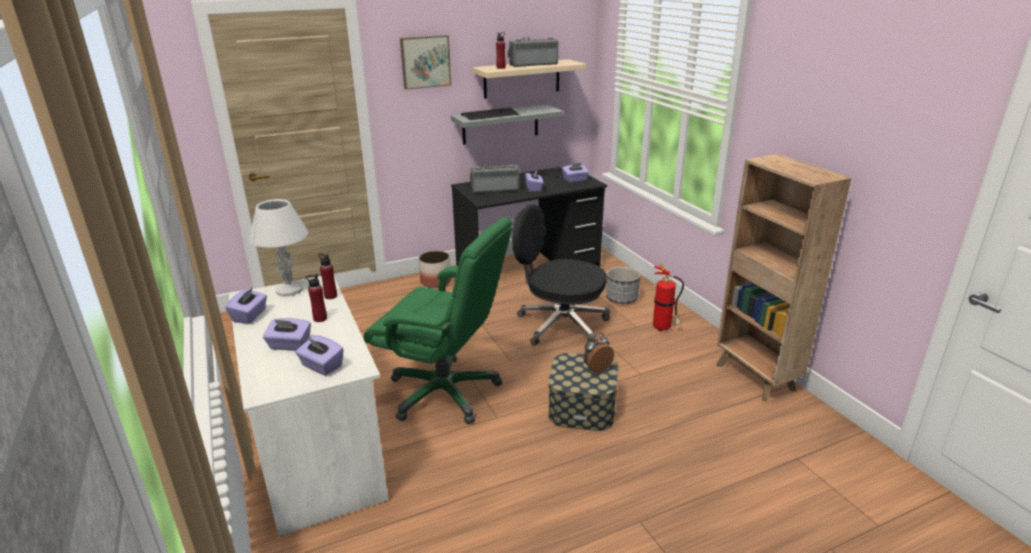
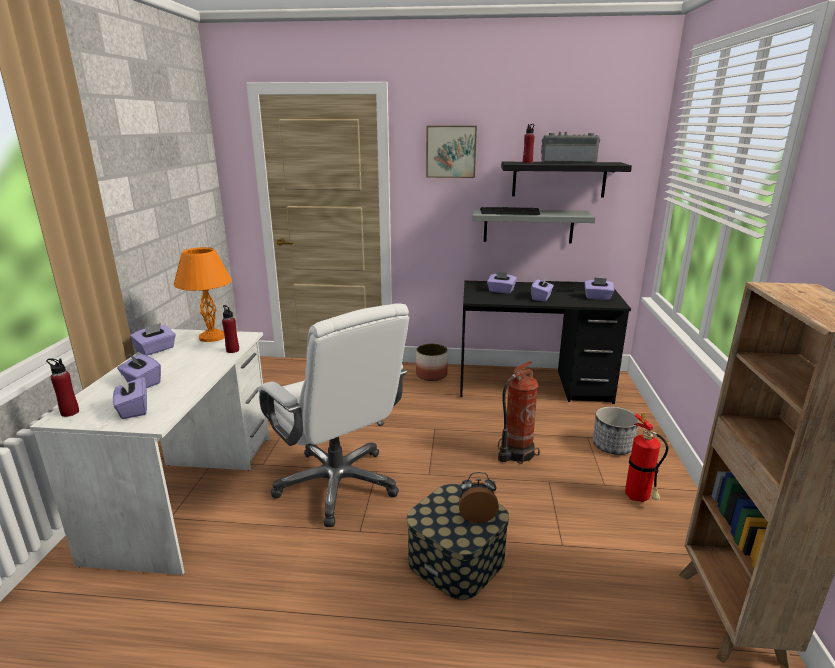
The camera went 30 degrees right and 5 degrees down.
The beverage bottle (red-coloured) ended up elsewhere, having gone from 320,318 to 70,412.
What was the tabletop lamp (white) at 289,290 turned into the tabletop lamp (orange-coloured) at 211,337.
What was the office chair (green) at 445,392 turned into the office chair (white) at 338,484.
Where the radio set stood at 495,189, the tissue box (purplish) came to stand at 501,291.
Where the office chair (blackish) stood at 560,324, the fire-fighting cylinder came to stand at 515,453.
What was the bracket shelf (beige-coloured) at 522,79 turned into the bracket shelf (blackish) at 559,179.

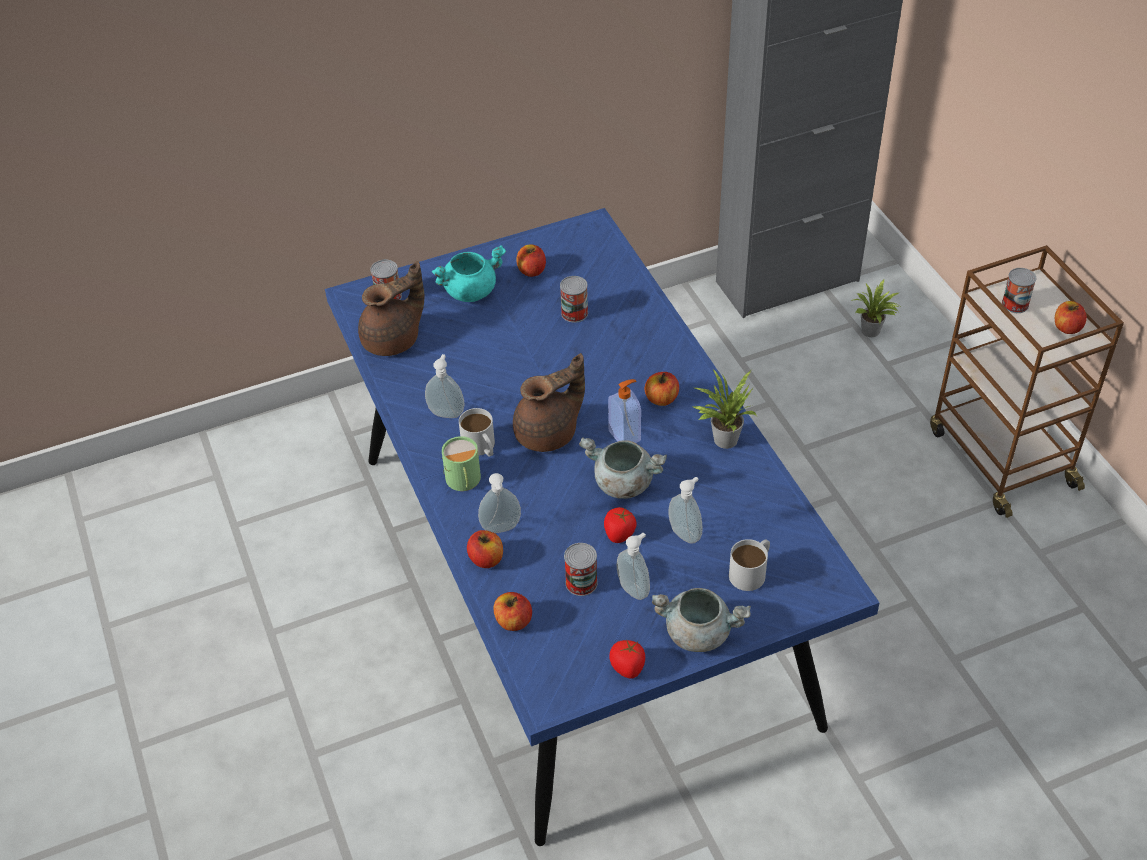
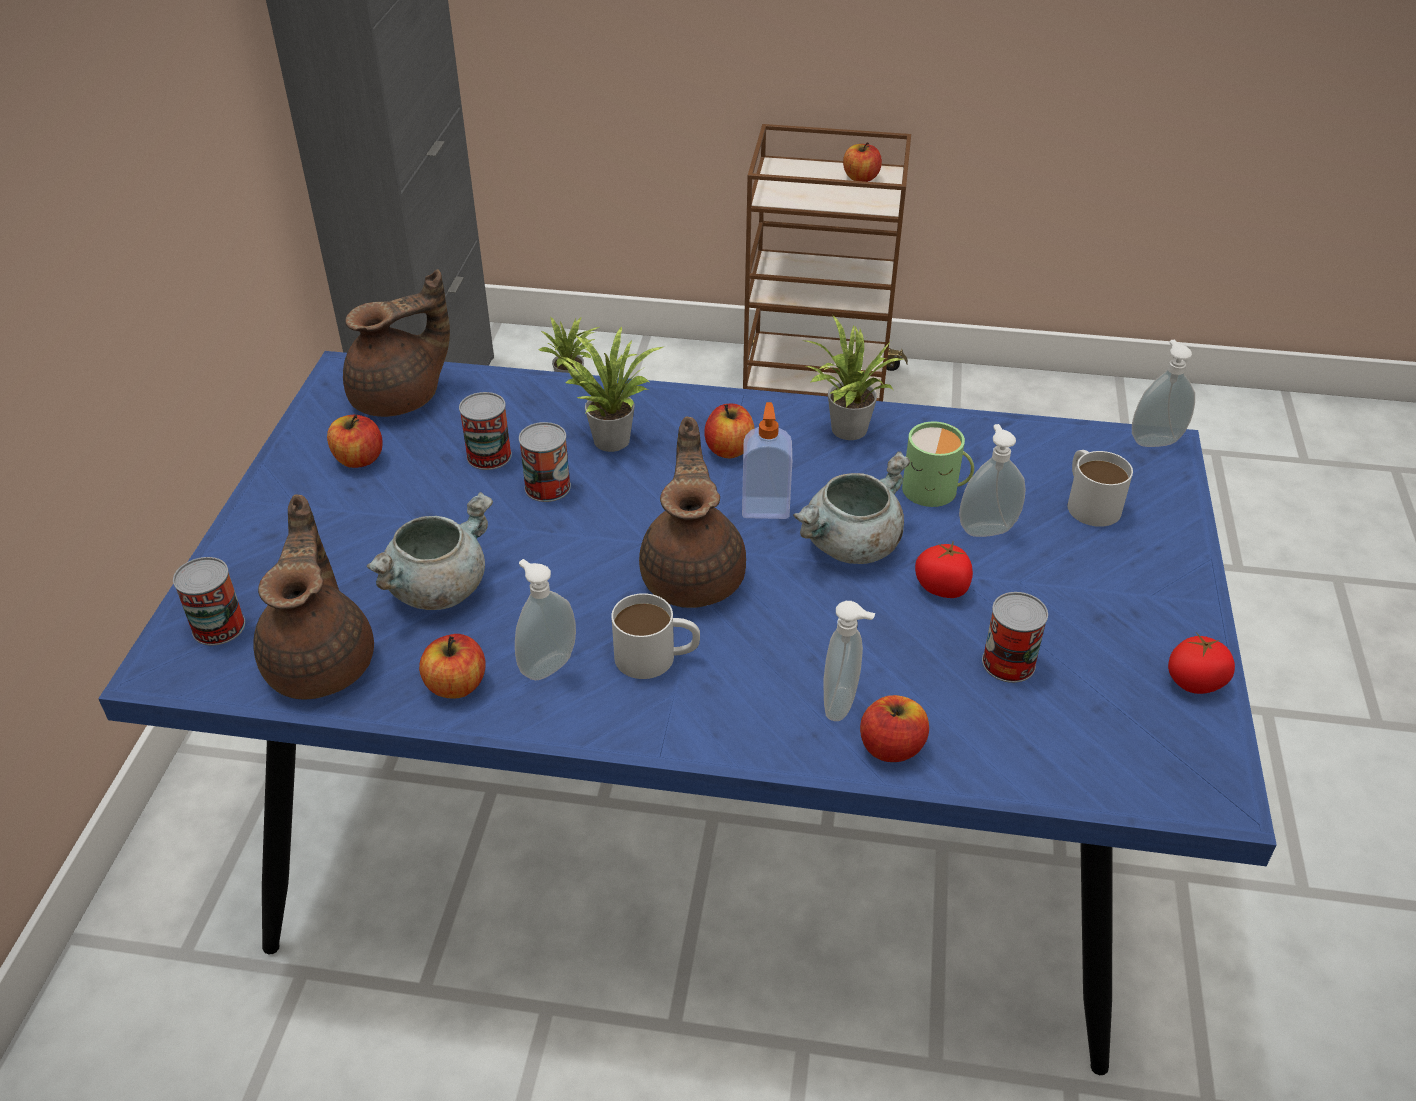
The camera went 60 degrees left and 5 degrees down.
The second view gained the teapot (brown-coloured) at 401,398.
The cooking pot (greyish) ended up elsewhere, having gone from 699,632 to 438,587.
The whole apple ended up elsewhere, having gone from 513,621 to 456,685.
The sealed can ended up elsewhere, having gone from 1015,304 to 547,487.
The second view gained the houseplant at 610,437.
The coffee mug (green) ended up elsewhere, having gone from 463,481 to 935,491.
The soap bottle ended up elsewhere, having gone from 634,589 to 1154,440.
The second view lost the cooking pot (turquoise) at 470,290.

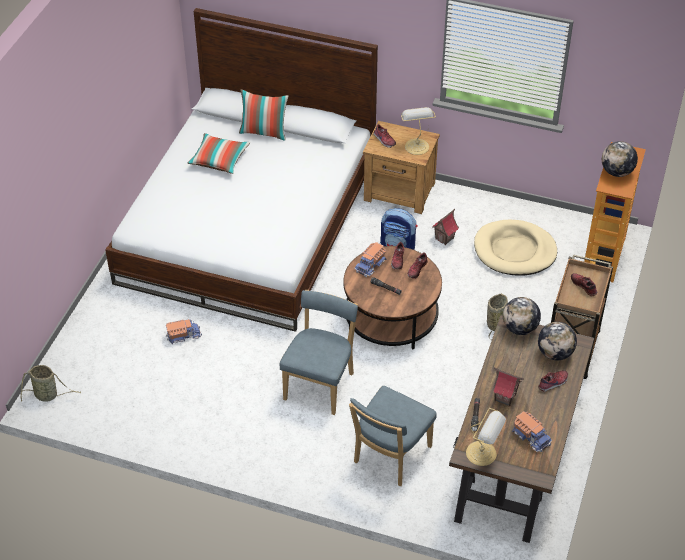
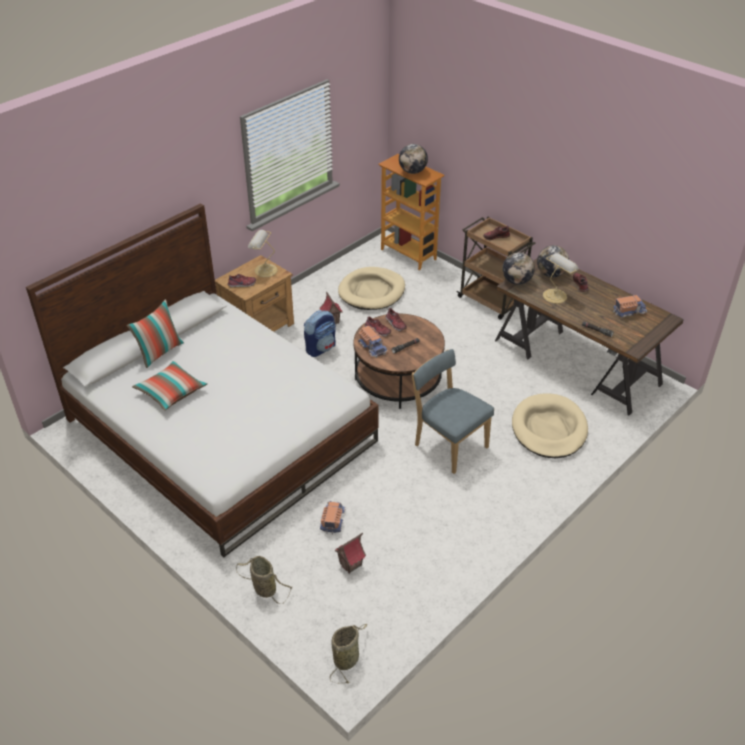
The camera went 65 degrees left and 5 degrees down.
The storage basket ended up elsewhere, having gone from 496,323 to 263,588.
The toy house ended up elsewhere, having gone from 505,398 to 351,564.
Where the chair (blue-coloured) stood at 390,457, the dog cushion (beige-coloured) came to stand at 549,429.
The tabletop lamp ended up elsewhere, having gone from 483,454 to 555,295.

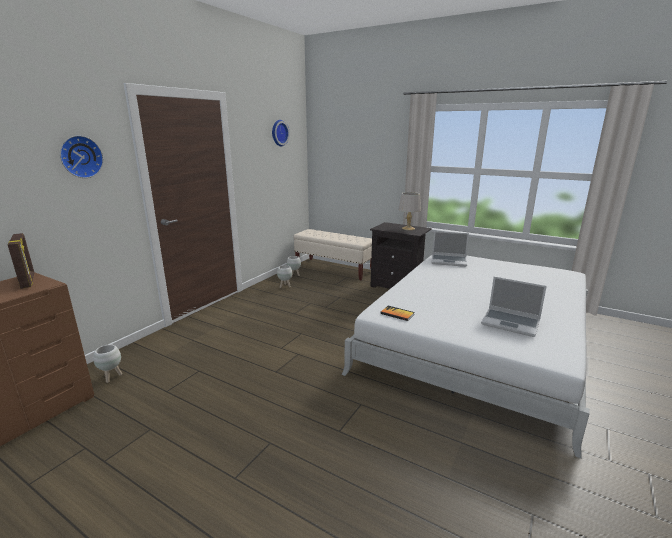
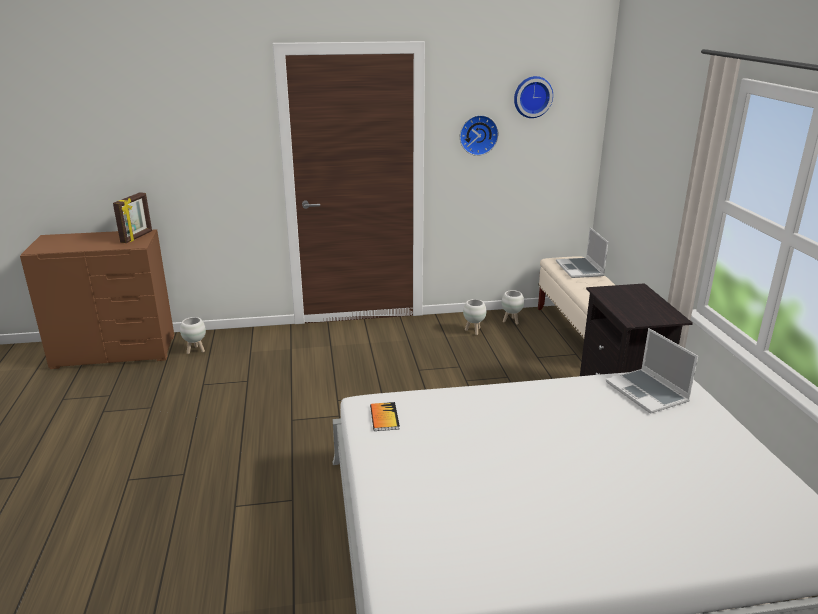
The camera went 50 degrees right and 5 degrees up.
The wall clock ended up elsewhere, having gone from 80,157 to 478,134.
The laptop ended up elsewhere, having gone from 511,323 to 580,269.
The second view lost the tabletop lamp (greyish) at 408,228.

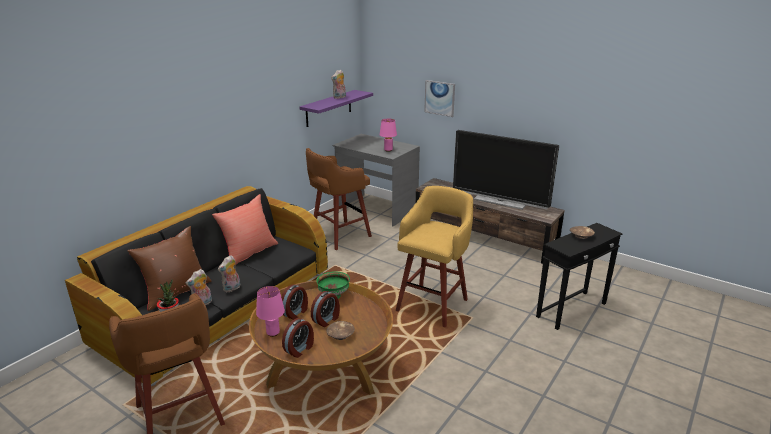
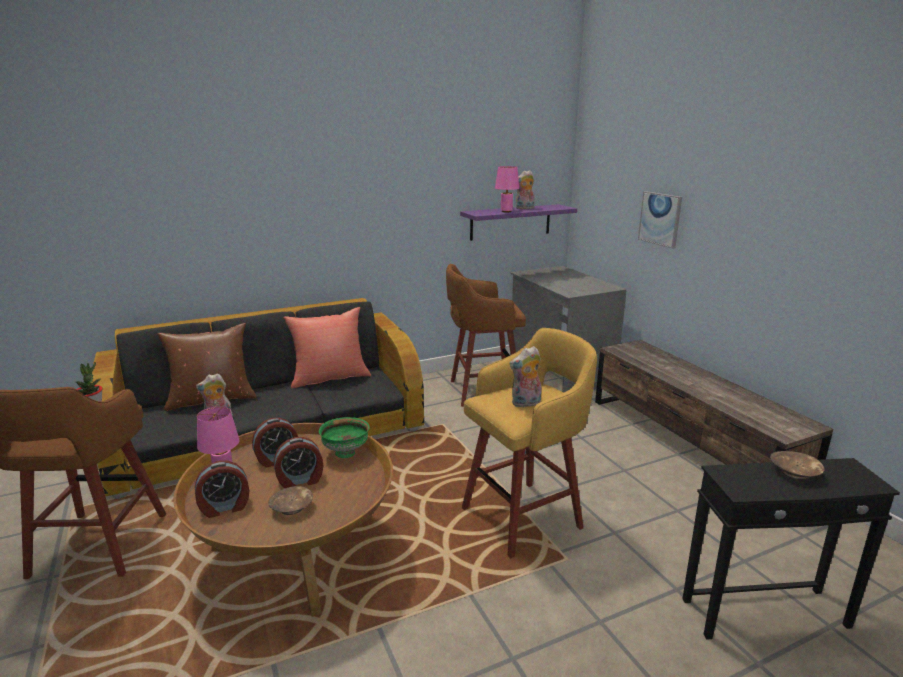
The camera went 30 degrees right and 5 degrees down.
The tabletop lamp (pinkish) ended up elsewhere, having gone from 388,150 to 506,211.
The plush toy ended up elsewhere, having gone from 232,289 to 526,404.
The second view lost the television at 500,201.

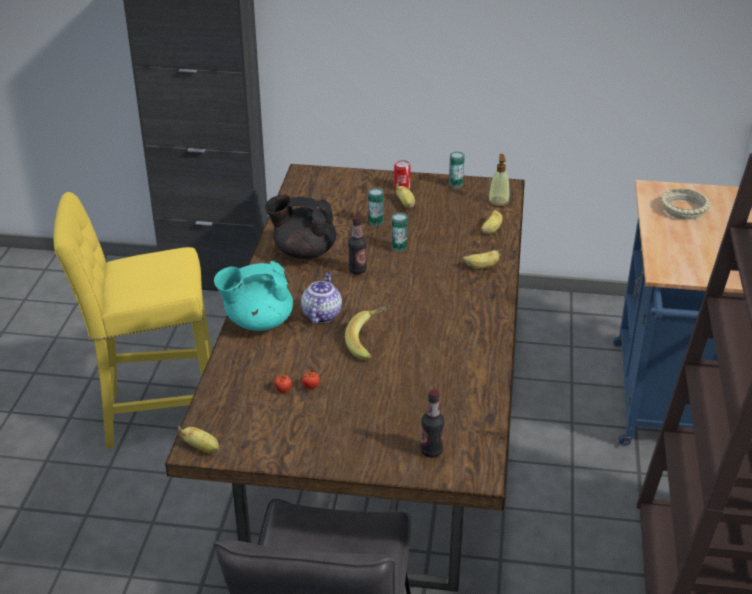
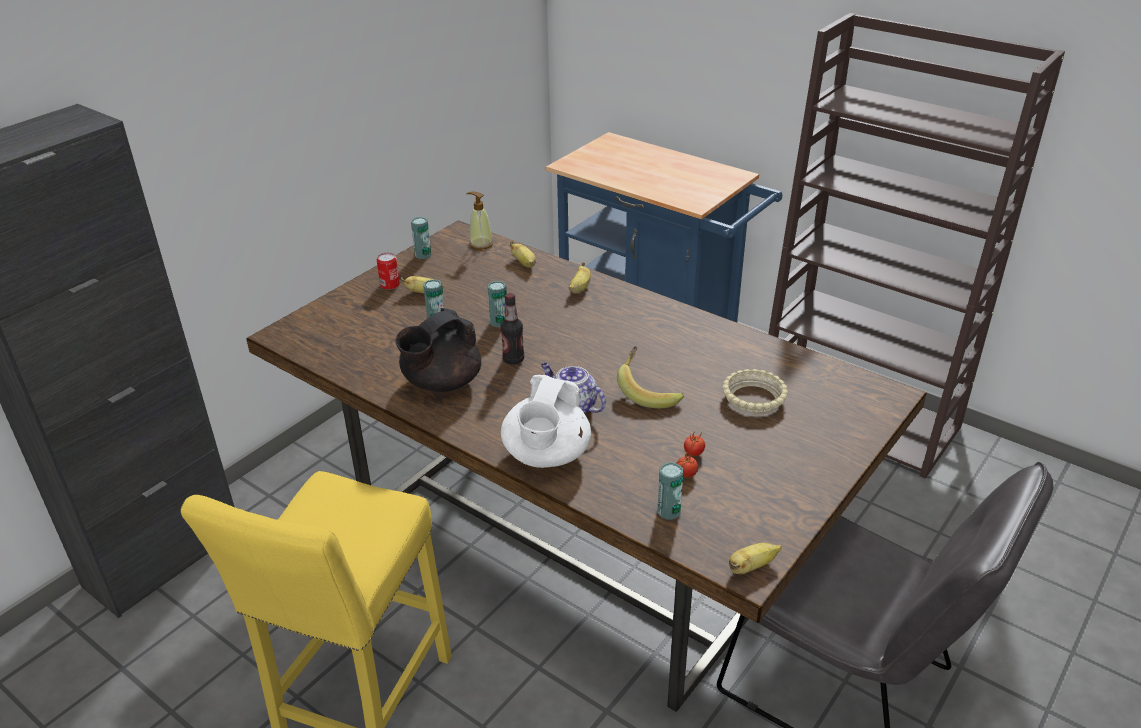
The camera went 60 degrees left and 0 degrees up.
What was the teapot (turquoise) at 258,322 turned into the teapot (white) at 546,456.
The second view gained the sealed can at 668,511.
The deep dish (beige-coloured) ended up elsewhere, having gone from 684,209 to 754,398.
The second view lost the beverage bottle at 431,451.

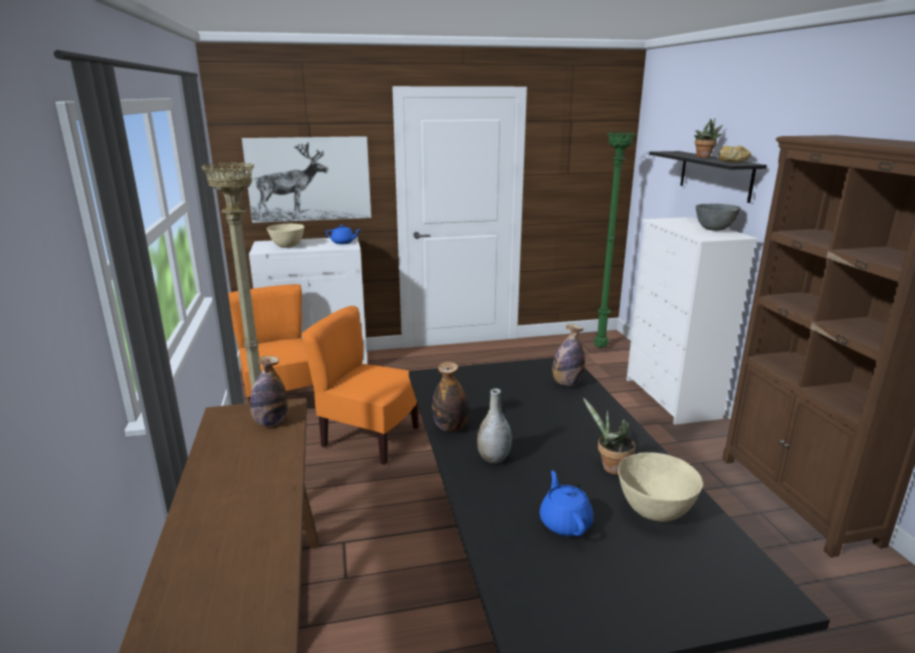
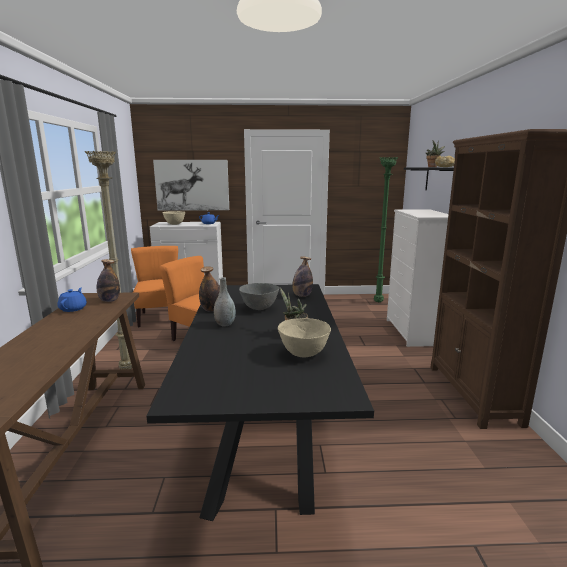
The camera went 10 degrees right and 5 degrees down.
The teapot (blue-coloured) ended up elsewhere, having gone from 565,522 to 73,308.
The deep dish (greyish) ended up elsewhere, having gone from 714,229 to 259,308.

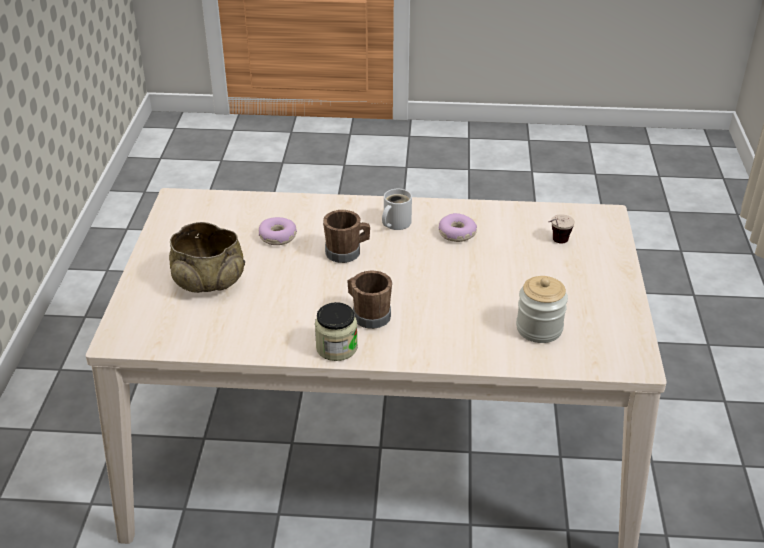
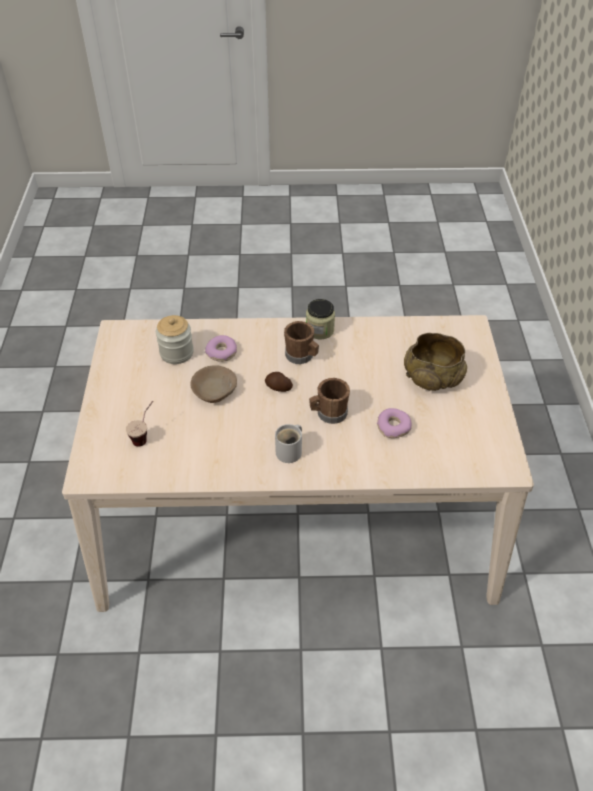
The camera went 175 degrees right and 10 degrees up.
The second view gained the deep dish (beige-coloured) at 215,391.
The ring doughnut ended up elsewhere, having gone from 456,233 to 222,352.
The second view gained the spud at 278,388.

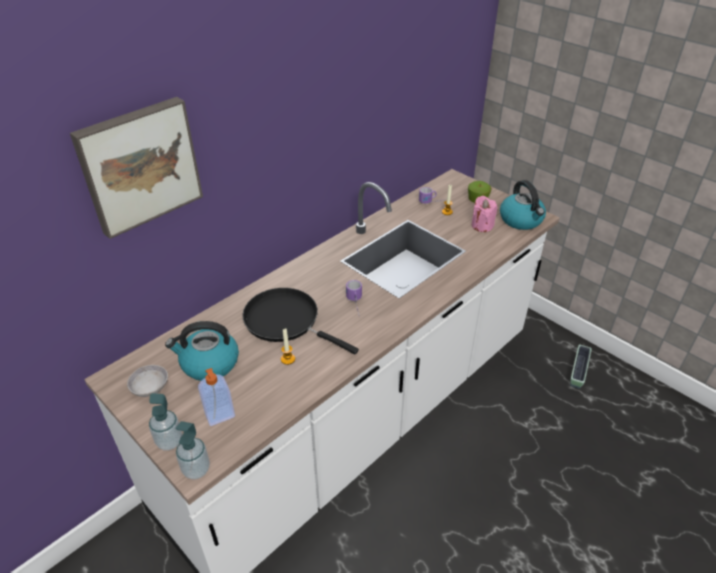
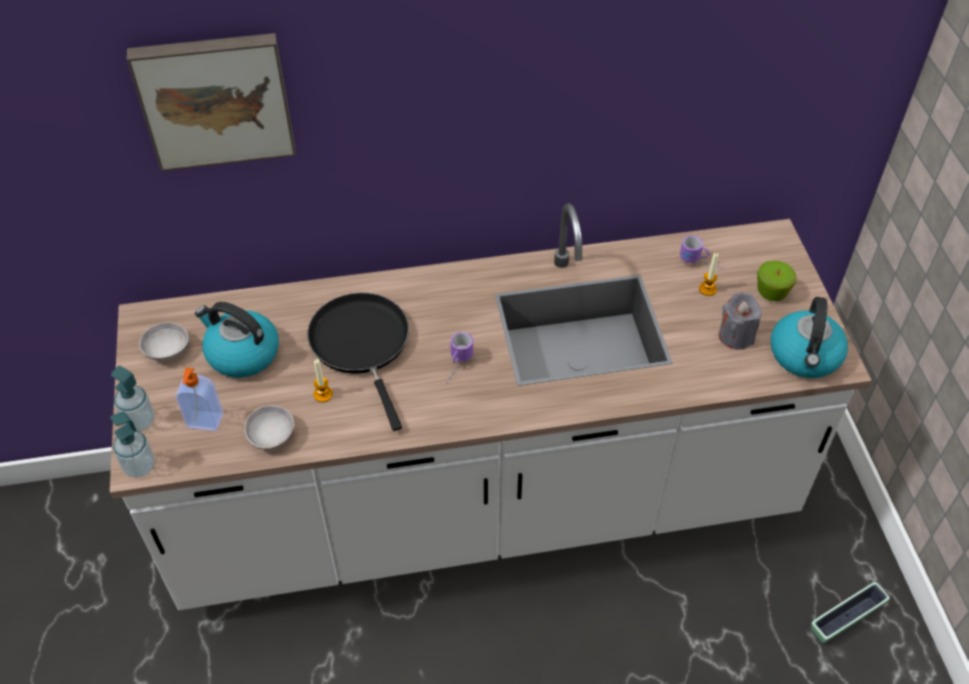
The camera went 35 degrees right and 10 degrees up.
The second view gained the deep dish (greyish) at 271,436.
What was the candle (pinkish) at 482,226 turned into the candle (greyish) at 736,336.

